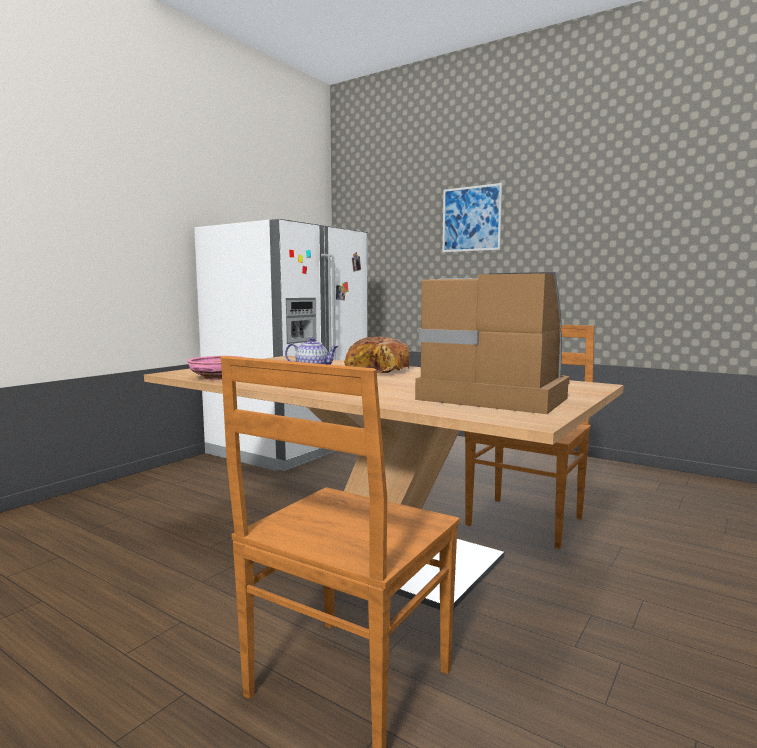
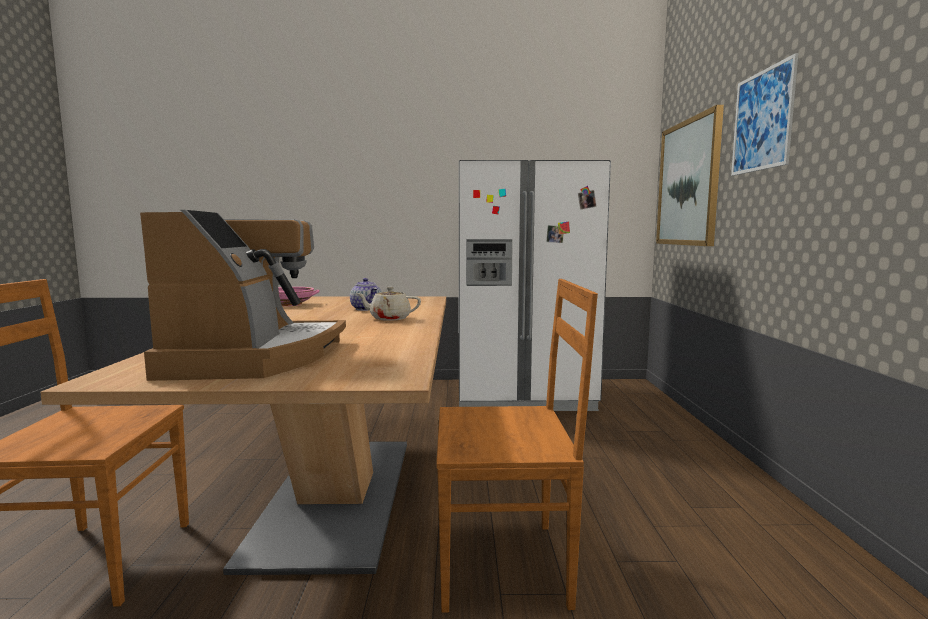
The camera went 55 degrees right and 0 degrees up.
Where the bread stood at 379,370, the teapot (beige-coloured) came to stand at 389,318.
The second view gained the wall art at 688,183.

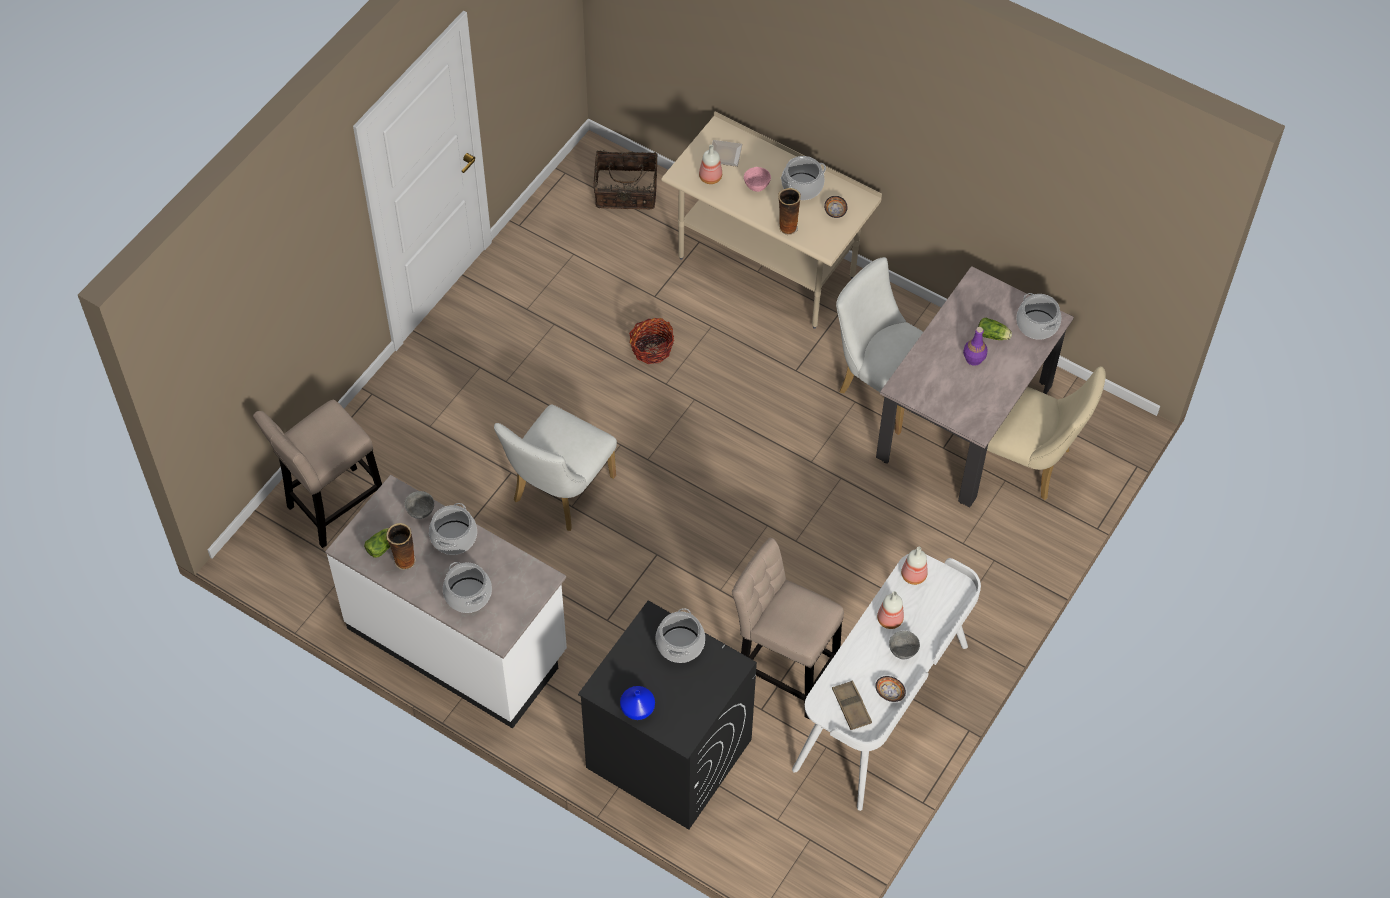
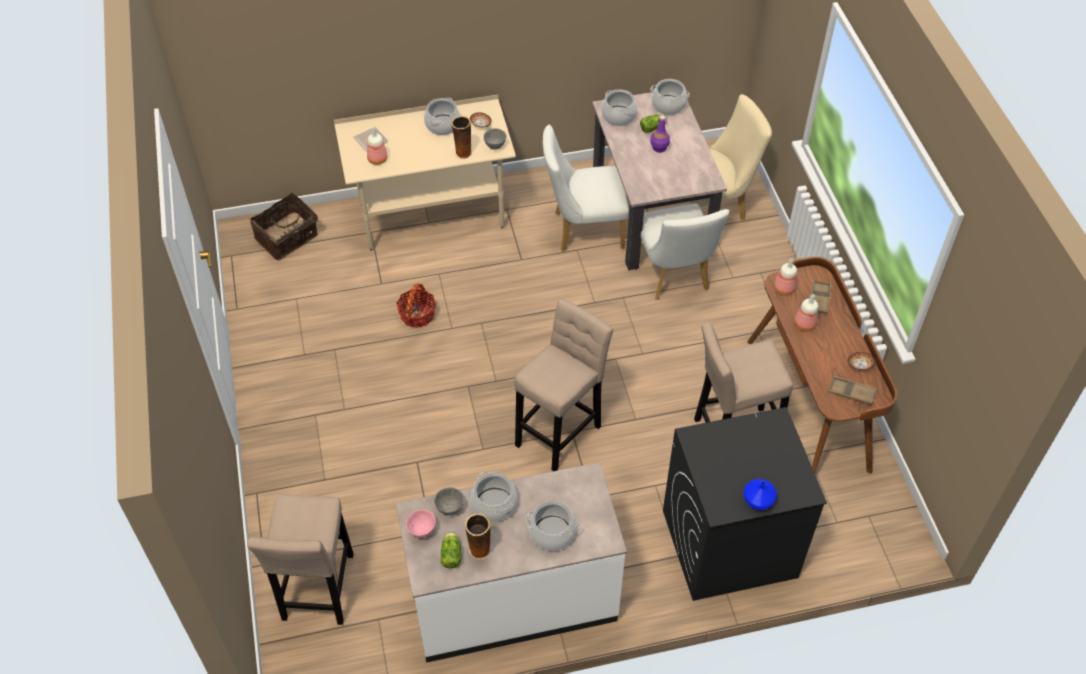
The camera went 45 degrees left and 5 degrees down.
The deep dish (pinkish) ended up elsewhere, having gone from 757,187 to 422,531.
The deep dish (greyish) ended up elsewhere, having gone from 902,651 to 494,146.
The second view gained the sitting stool (beige-coloured) at 561,432.
The cooking pot ended up elsewhere, having gone from 680,644 to 618,116.
The chair (white) ended up elsewhere, having gone from 558,493 to 674,276.
What was the desk unit (white) at 883,708 turned into the desk unit (brown-coloured) at 809,404.
The second view gained the tray (brown-coloured) at 819,299.

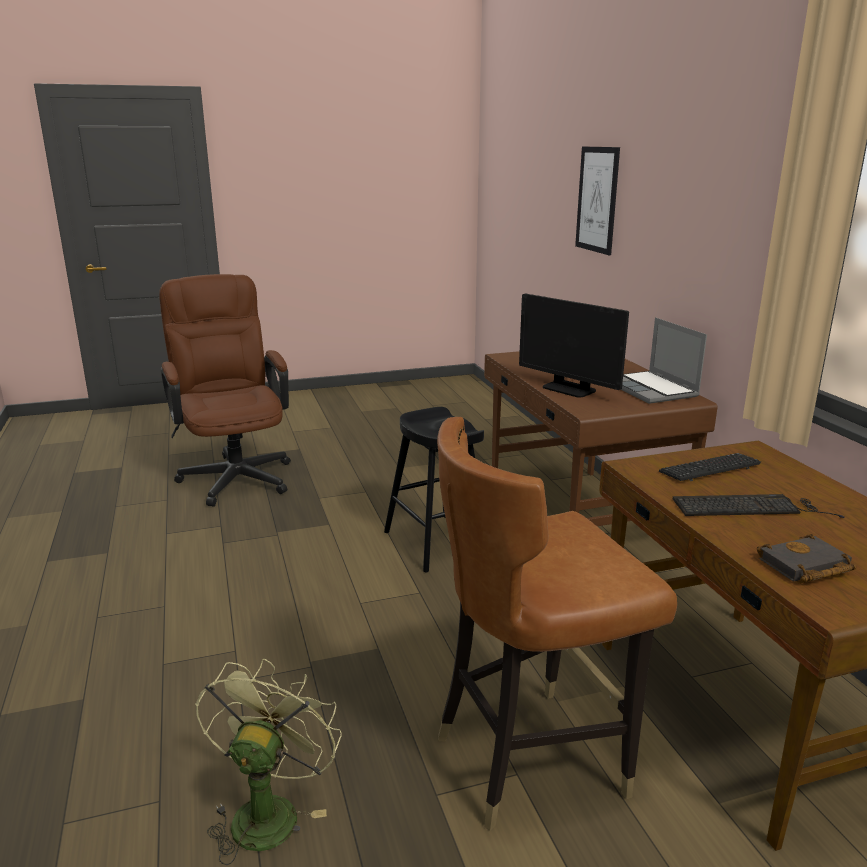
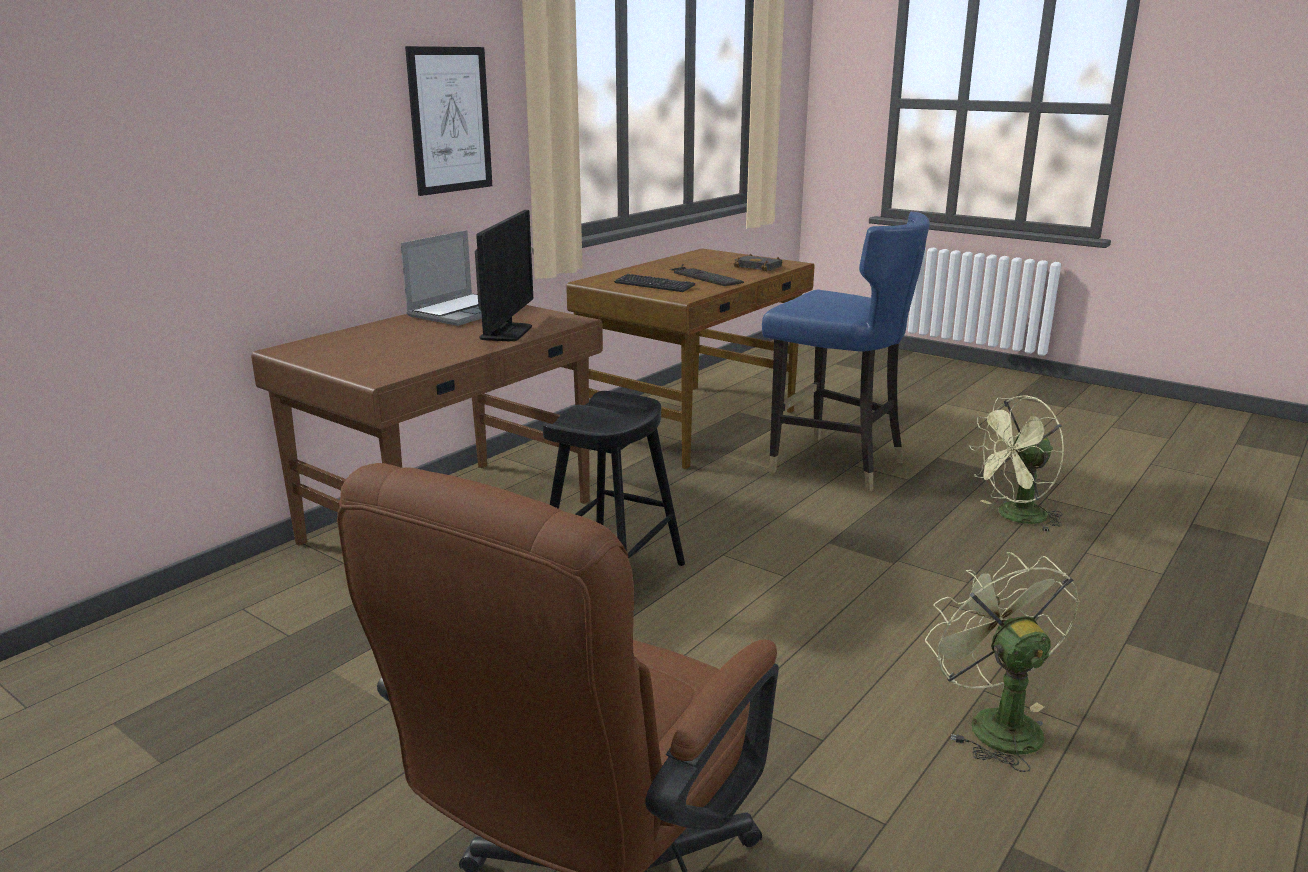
The camera went 125 degrees left and 0 degrees up.
The wall art ended up elsewhere, having gone from 597,199 to 450,120.
What was the chair (brown-coloured) at 530,758 turned into the chair (blue-coloured) at 835,464.
The second view gained the fan (green) at 993,723.

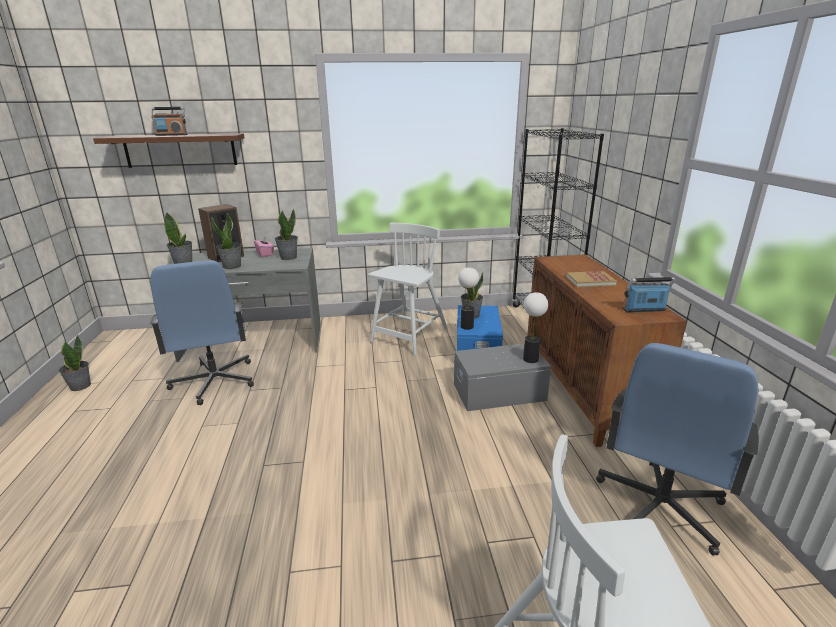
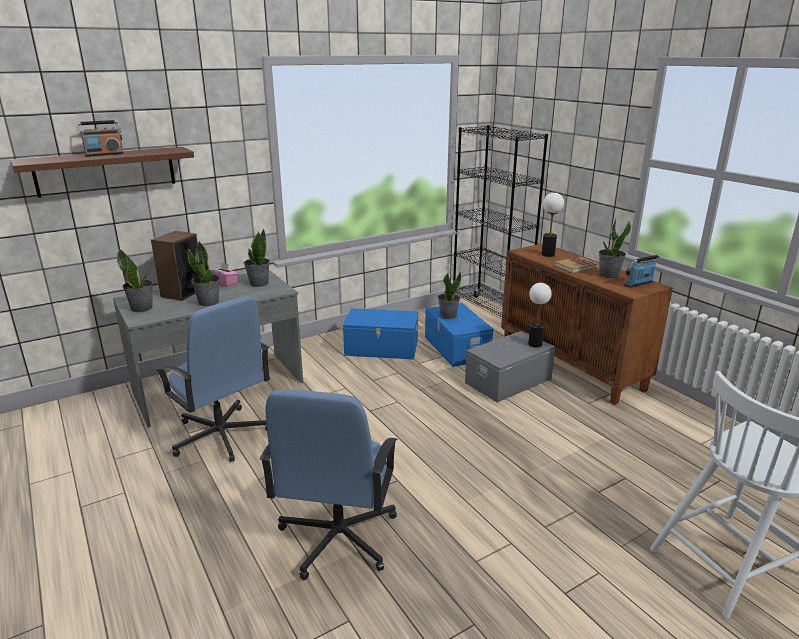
The camera went 25 degrees left and 0 degrees up.
The office chair (blue-coloured) ended up elsewhere, having gone from 659,506 to 337,538.
Where the chair (white) stood at 409,336, the storage bin (blue-coloured) came to stand at 382,348.
The tabletop lamp ended up elsewhere, having gone from 466,326 to 547,254.
The houseplant ended up elsewhere, having gone from 80,386 to 609,275.

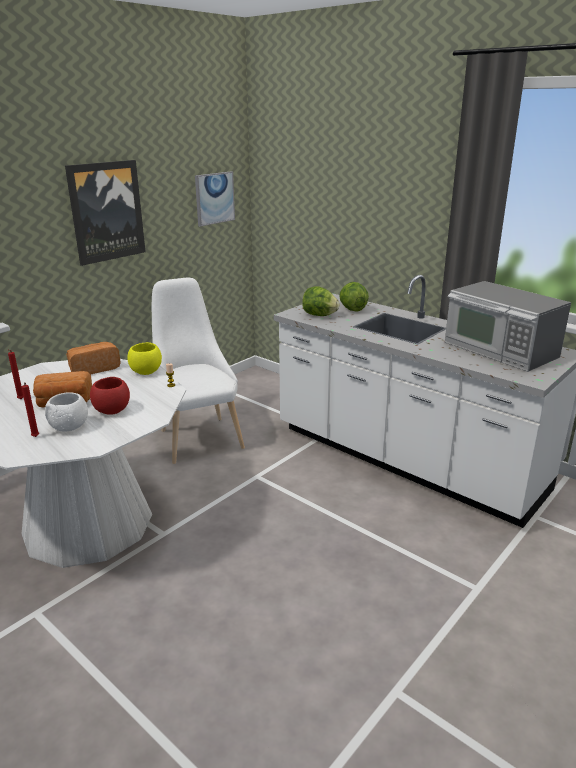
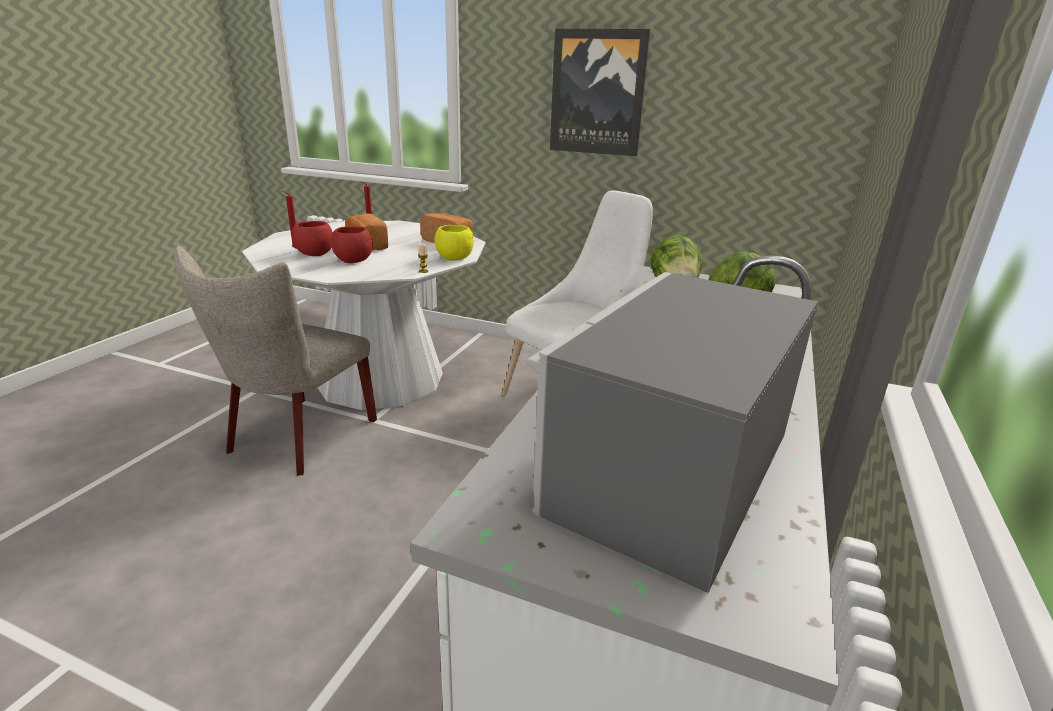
The camera went 70 degrees right and 0 degrees up.
The second view gained the chair (beige-coloured) at 296,439.
What was the deep dish (white) at 70,427 turned into the deep dish (red-coloured) at 315,254.
The second view lost the wall art at 214,198.

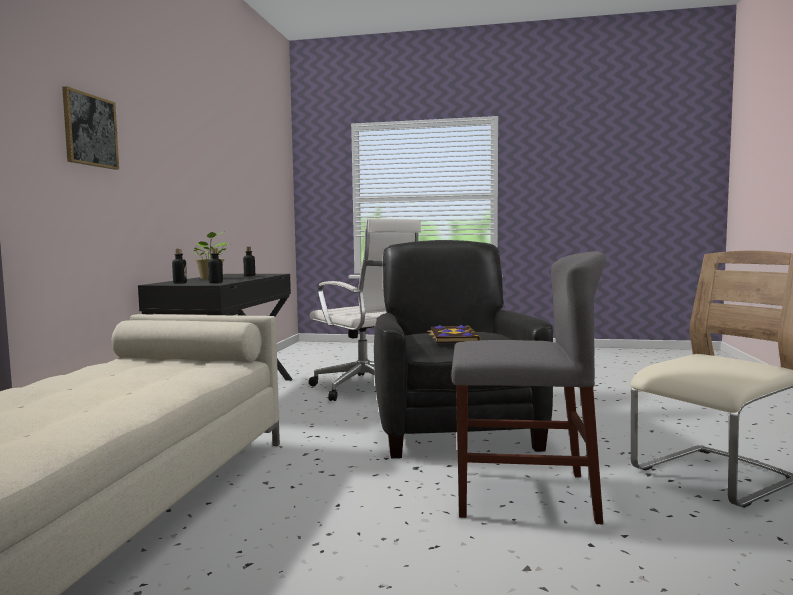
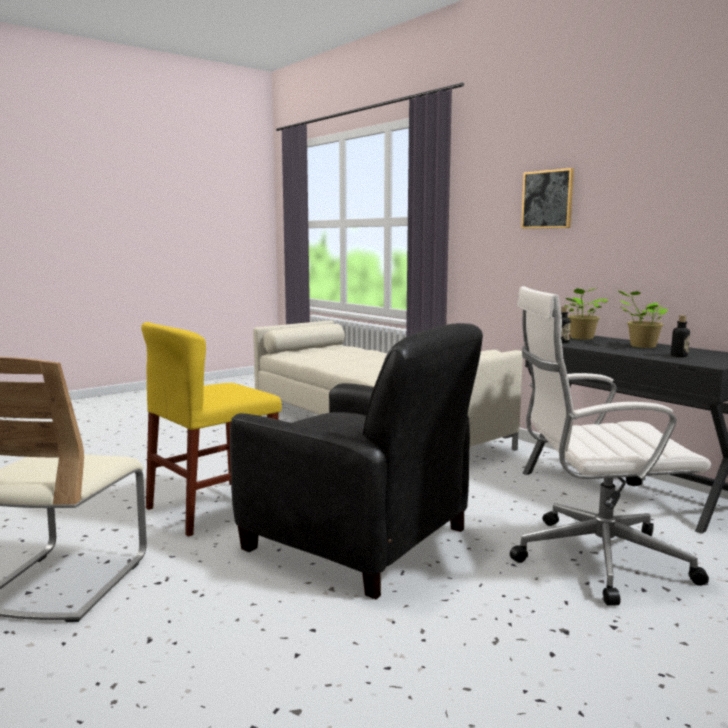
The camera went 130 degrees right and 5 degrees up.
What was the chair (greyish) at 523,495 turned into the chair (yellow) at 213,507.
Where the beverage bottle stood at 180,283, the houseplant came to stand at 581,338.
The second view lost the book at 452,337.

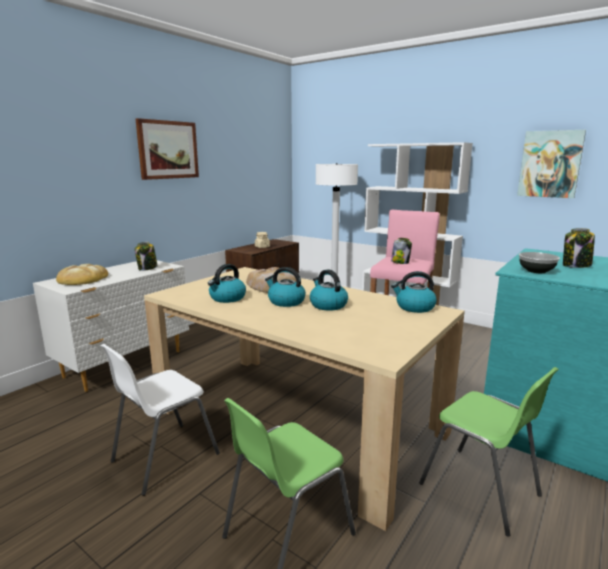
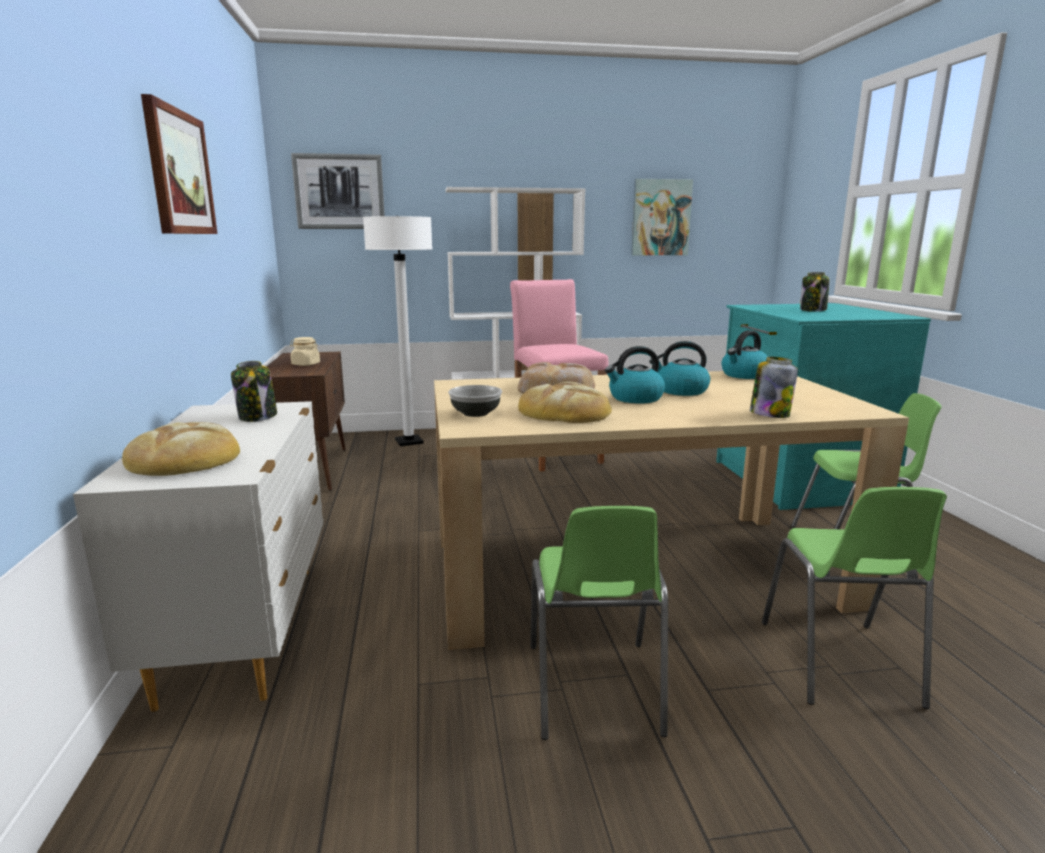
The camera went 45 degrees left and 0 degrees up.
The second view gained the wall art at 339,192.
The deep dish ended up elsewhere, having gone from 537,271 to 476,413.
Where the tea kettle stood at 227,298, the bread came to stand at 564,411.
What was the chair (white) at 164,457 turned into the chair (green) at 593,689.
The storage jar ended up elsewhere, having gone from 400,262 to 769,414.

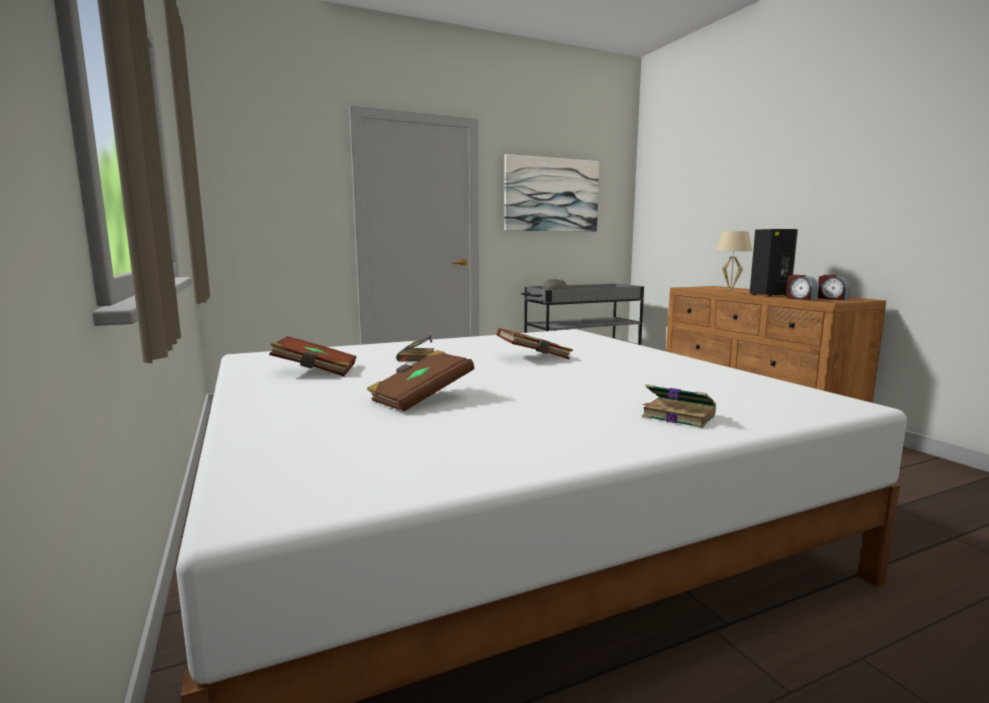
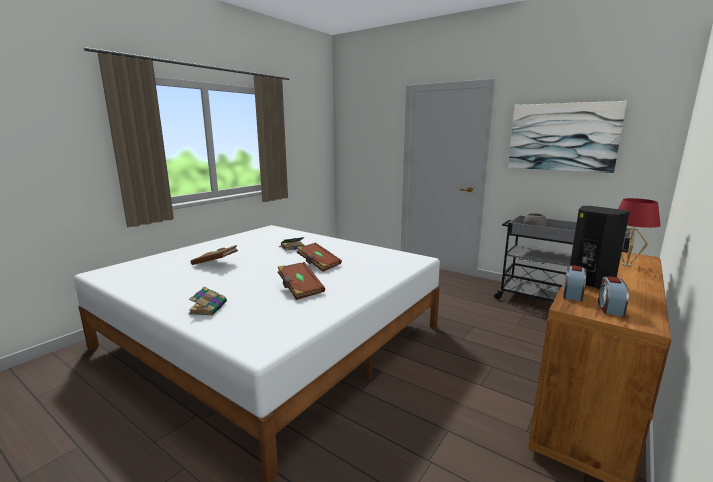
The camera went 60 degrees right and 5 degrees up.
The book (brown-coloured) ended up elsewhere, having gone from 315,371 to 300,289.
What was the tabletop lamp (beige-coloured) at 730,289 turned into the tabletop lamp (red-coloured) at 626,265.

